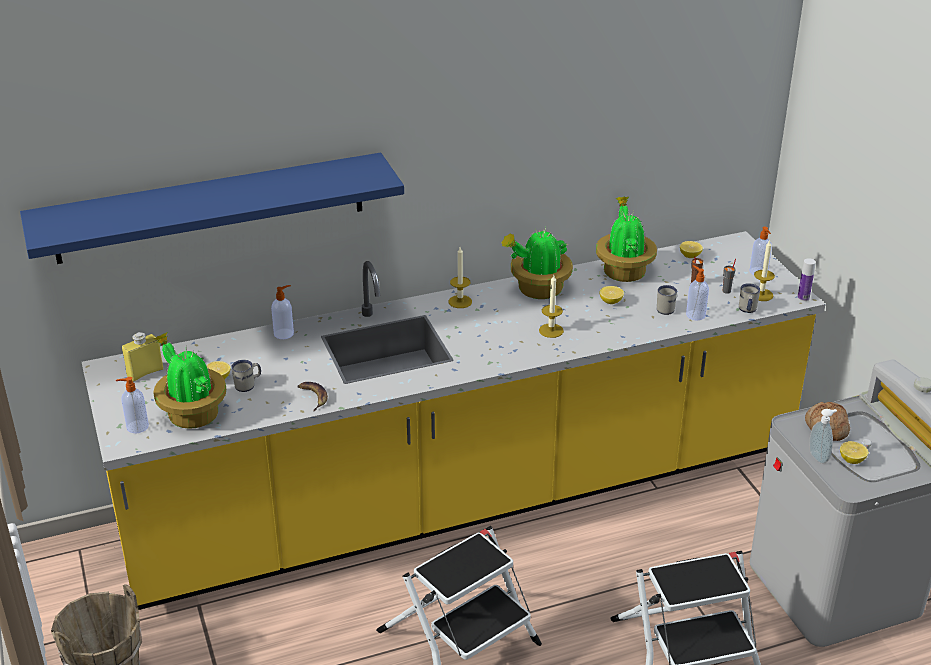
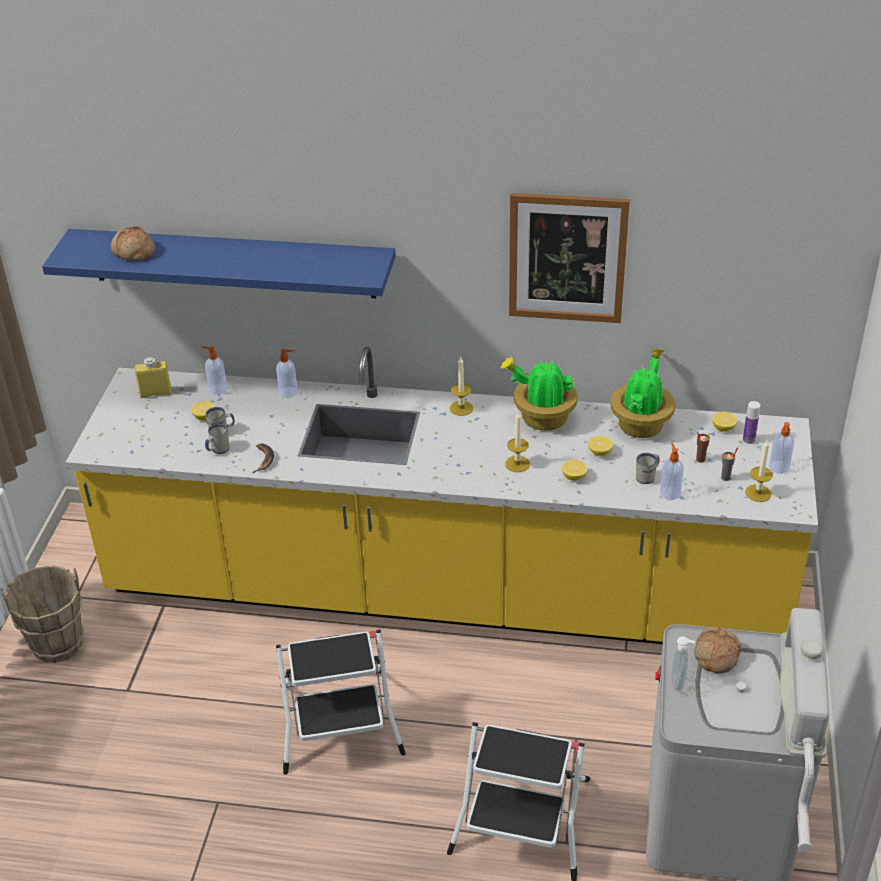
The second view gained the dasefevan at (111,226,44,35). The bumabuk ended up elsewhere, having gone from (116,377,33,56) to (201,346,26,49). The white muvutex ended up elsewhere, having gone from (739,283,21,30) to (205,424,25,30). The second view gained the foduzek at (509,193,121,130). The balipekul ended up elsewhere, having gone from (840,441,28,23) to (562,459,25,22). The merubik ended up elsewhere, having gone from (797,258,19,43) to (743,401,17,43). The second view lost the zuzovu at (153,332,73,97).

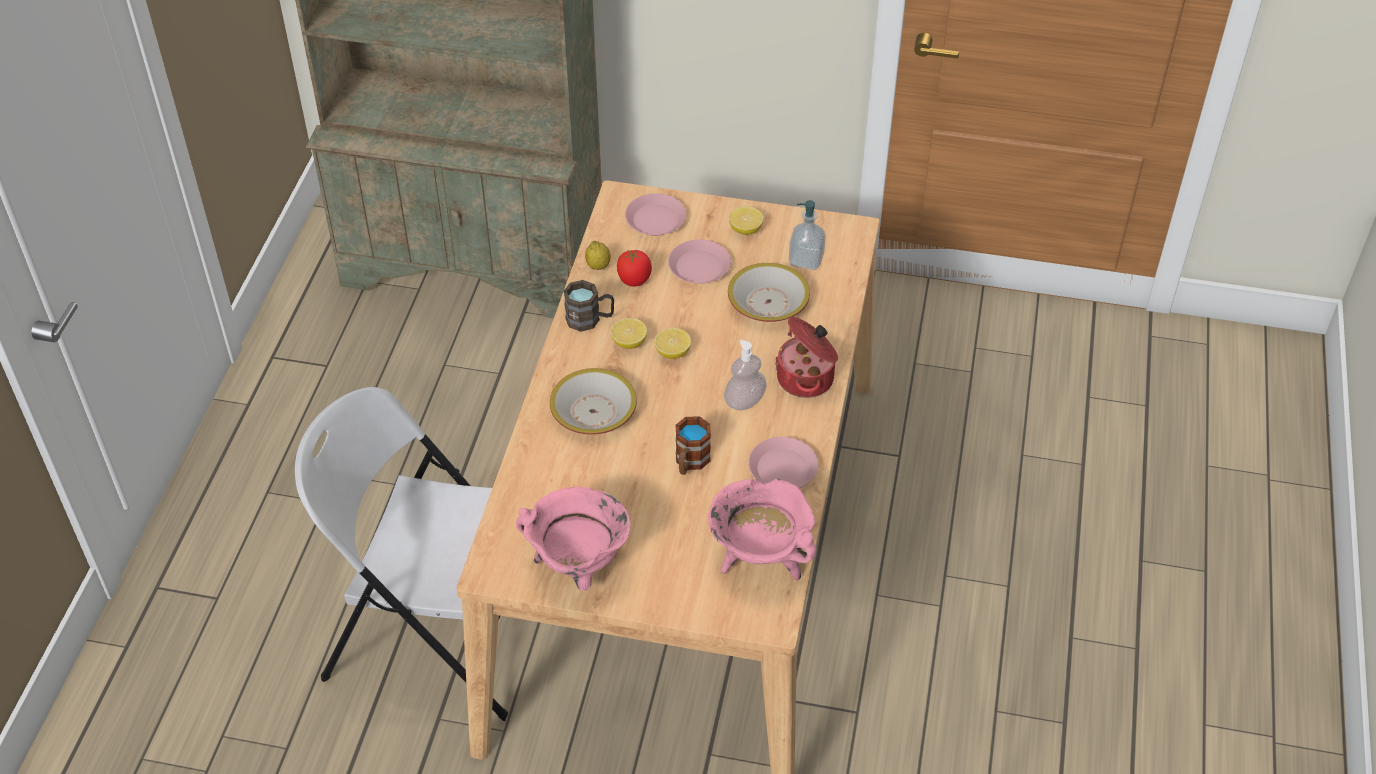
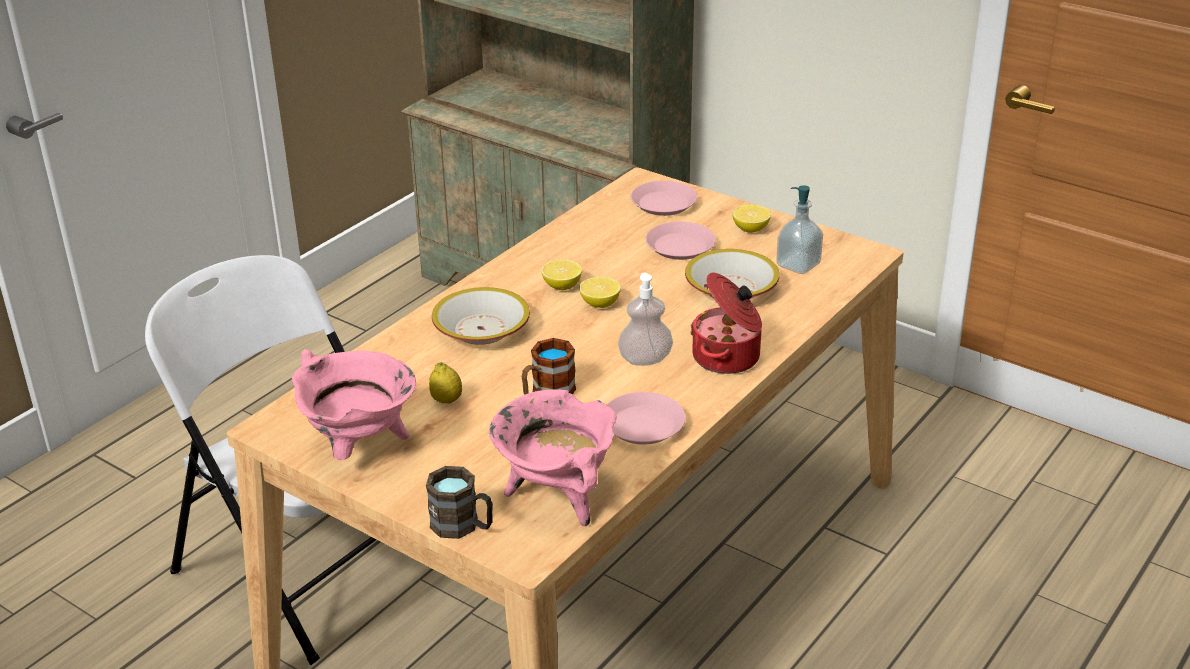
The brown muvutex ended up elsewhere, having gone from (563,280,51,52) to (426,466,67,73). The balipekul ended up elsewhere, having gone from (585,241,26,29) to (429,362,33,41). The second view lost the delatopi at (617,249,35,38).

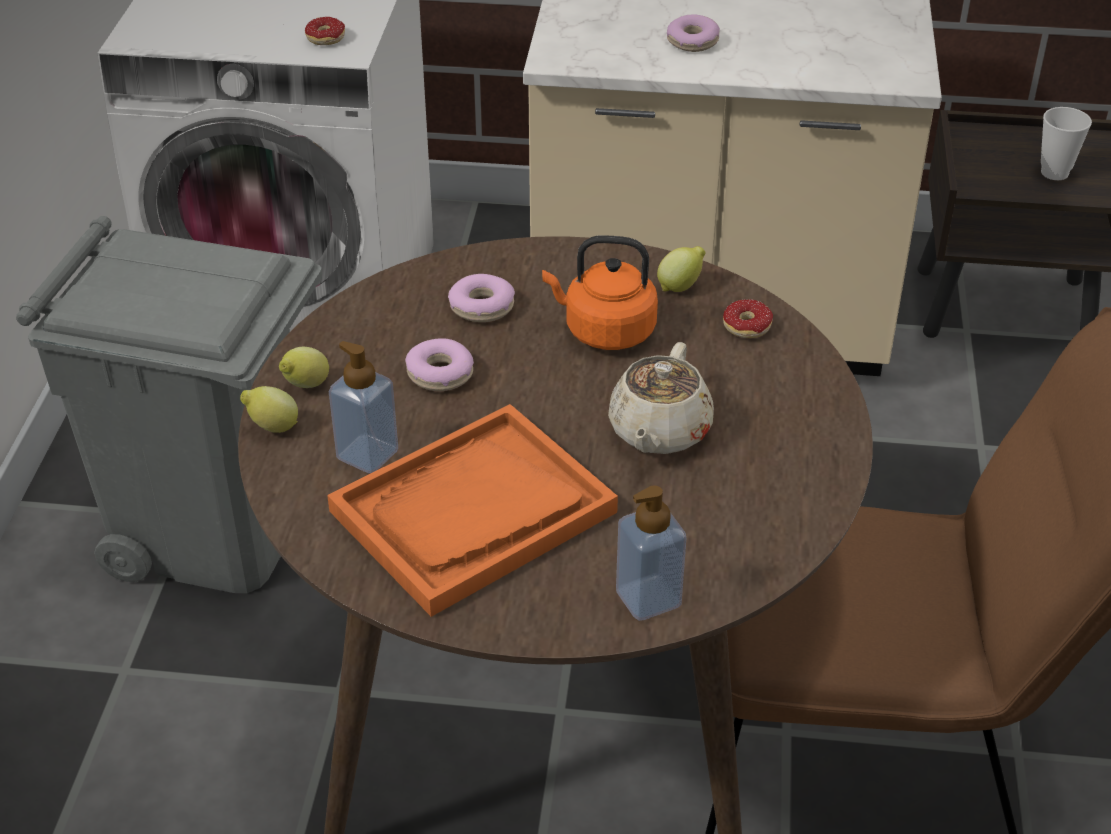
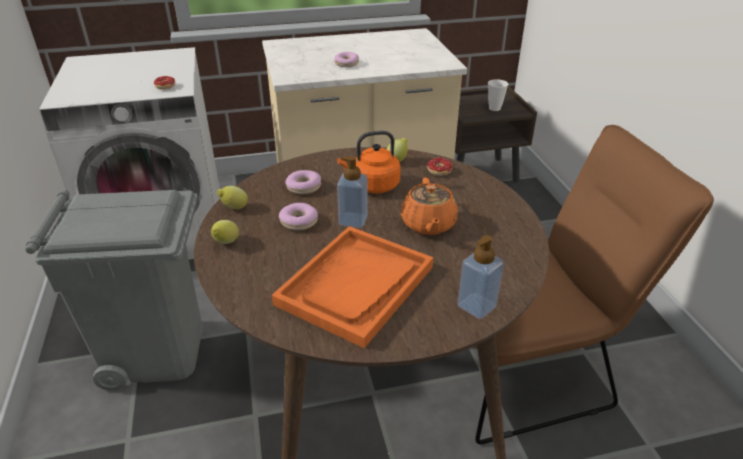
The balipekul ended up elsewhere, having gone from (240,386,58,47) to (217,186,31,23). The bumabuk ended up elsewhere, having gone from (329,341,69,133) to (337,156,31,72). What was the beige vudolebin at (608,342,106,112) turned into the orange vudolebin at (401,178,57,57).

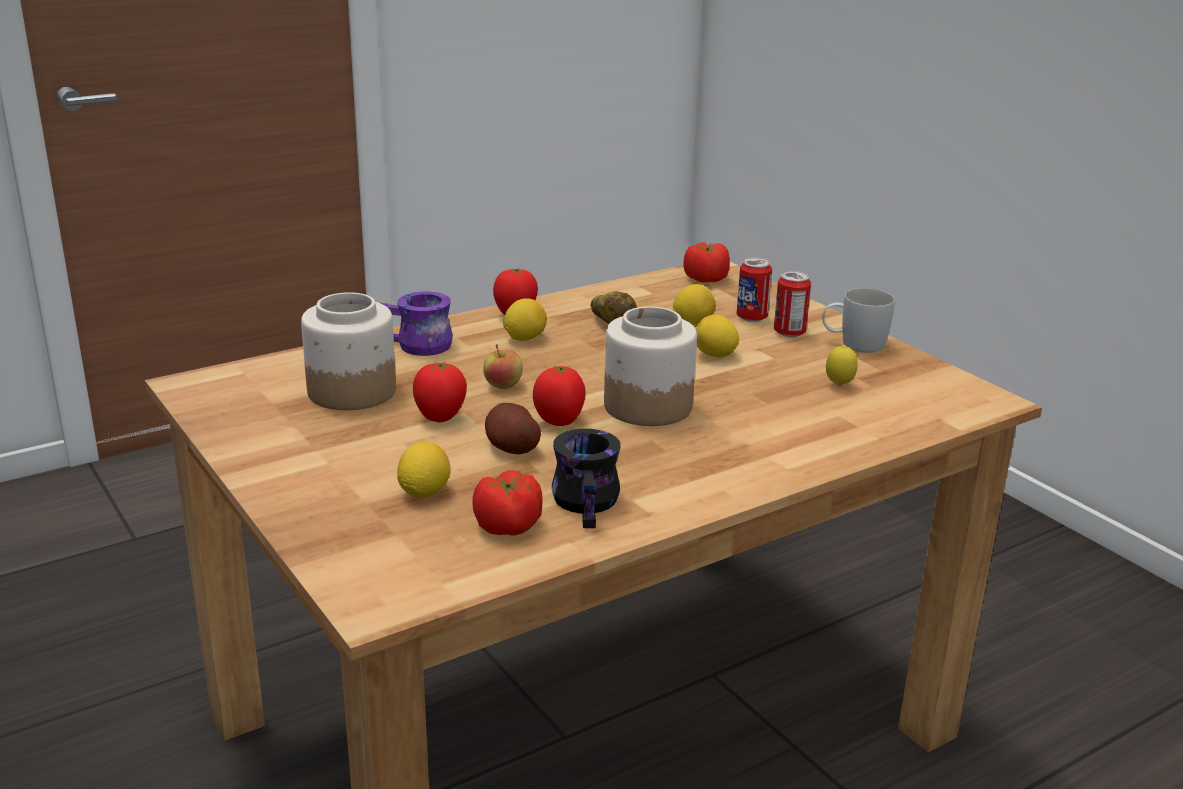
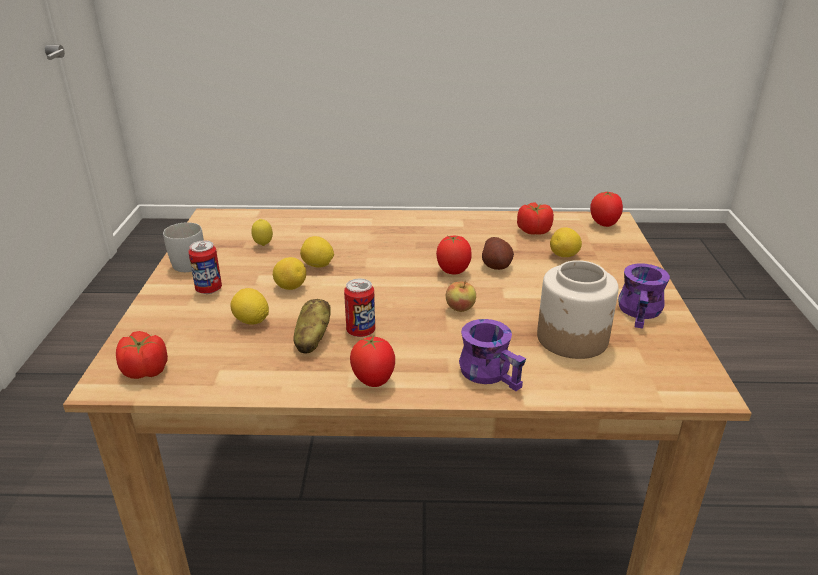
The balipekul ended up elsewhere, having gone from (503,298,44,43) to (300,236,34,32). The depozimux ended up elsewhere, having gone from (737,257,35,65) to (344,279,31,58). The delatopi ended up elsewhere, having gone from (413,362,54,60) to (590,192,33,35). The second view gained the purple muvutex at (618,263,52,66). The second view lost the black muvutex at (552,429,69,99). The second view lost the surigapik at (604,306,93,120).

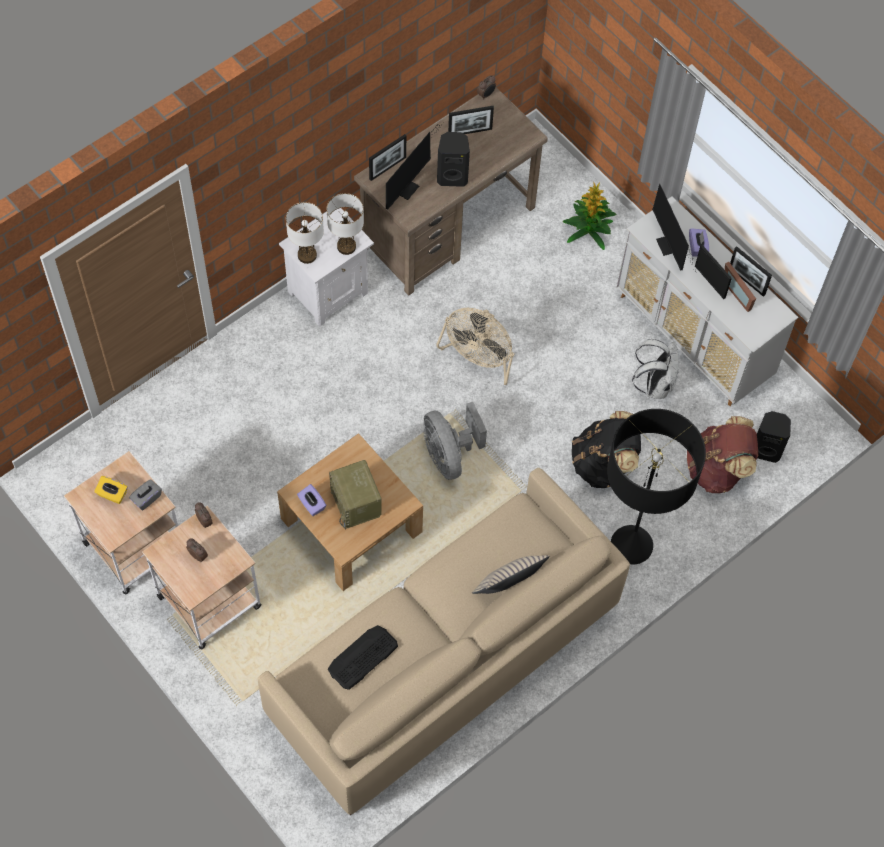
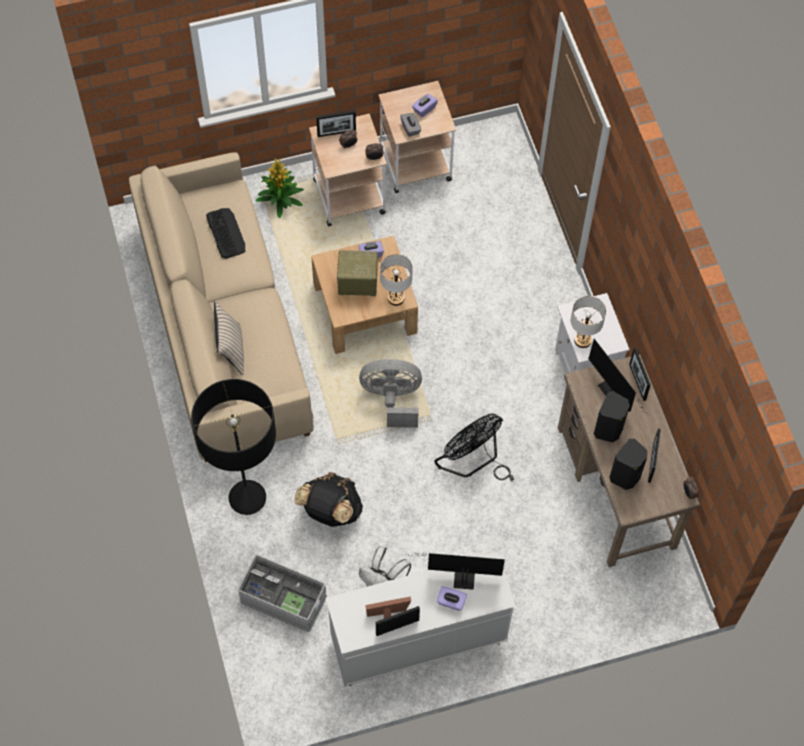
Where the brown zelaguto stood at (687,416,71,77), the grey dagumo came to stand at (238,555,89,77). The zuzovu ended up elsewhere, having gone from (563,182,54,68) to (255,158,49,61). The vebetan ended up elsewhere, having gone from (695,245,37,54) to (316,111,40,26). The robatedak ended up elsewhere, having gone from (286,202,38,62) to (380,254,33,52). What was the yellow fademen at (94,476,34,28) turned into the purple fademen at (412,94,26,23). What was the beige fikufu at (436,308,79,77) turned into the black fikufu at (434,414,80,67). The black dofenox ended up elsewhere, having gone from (757,411,34,52) to (610,439,37,51).

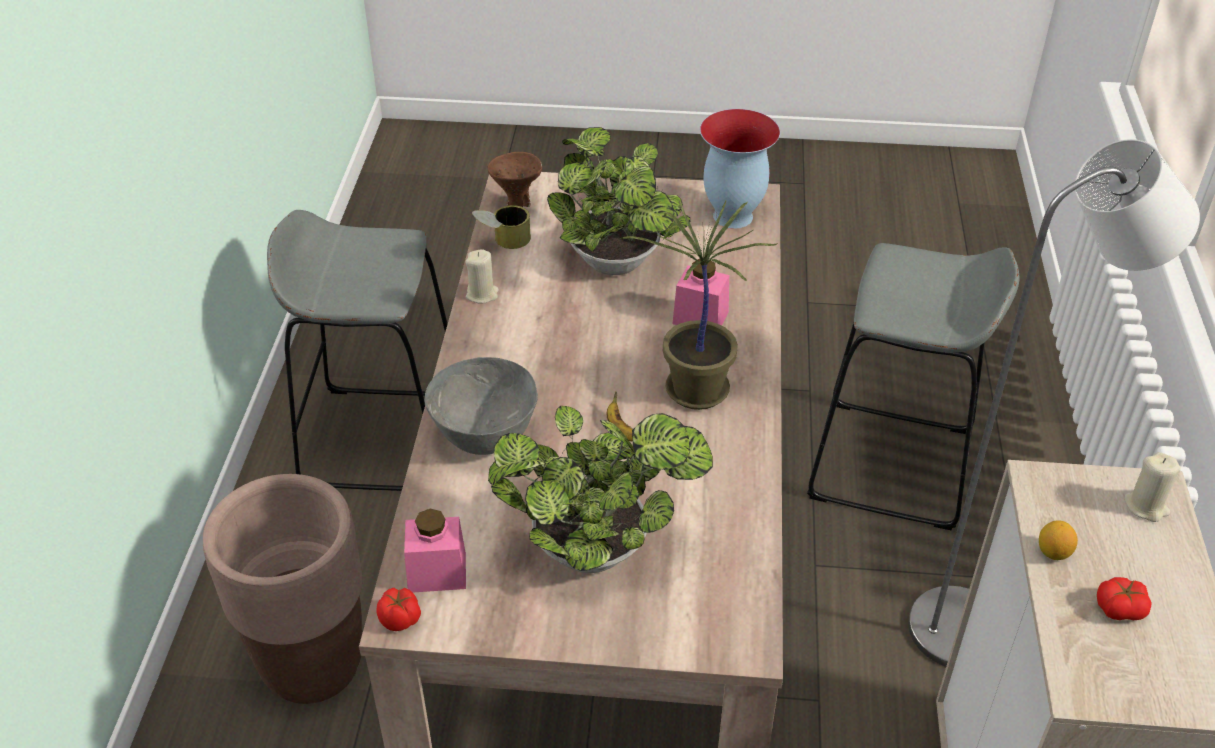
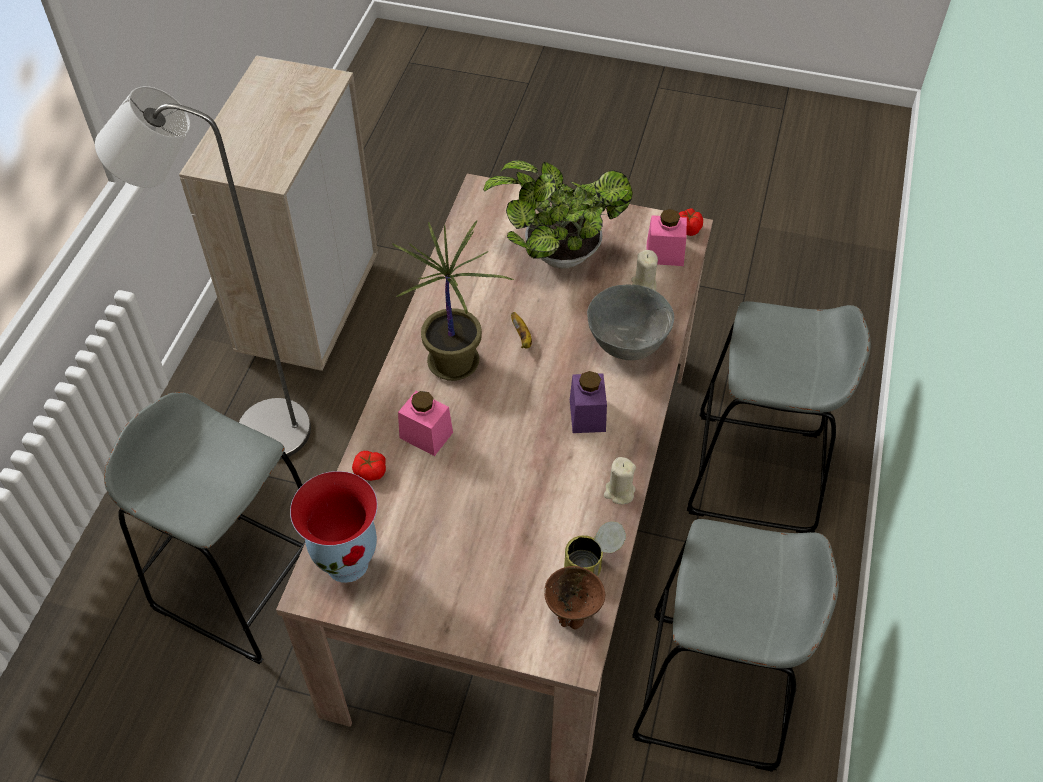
The delatopi ended up elsewhere, having gone from (1097,577,55,43) to (352,451,34,30). The second view gained the purple surigapik at (570,371,37,62). The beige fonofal ended up elsewhere, having gone from (1124,452,57,70) to (631,250,27,41). Where the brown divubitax stood at (203,474,159,230), the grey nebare came to stand at (687,301,184,232). The second view lost the zuzovu at (547,127,144,148). The second view lost the balipekul at (1039,520,39,40).

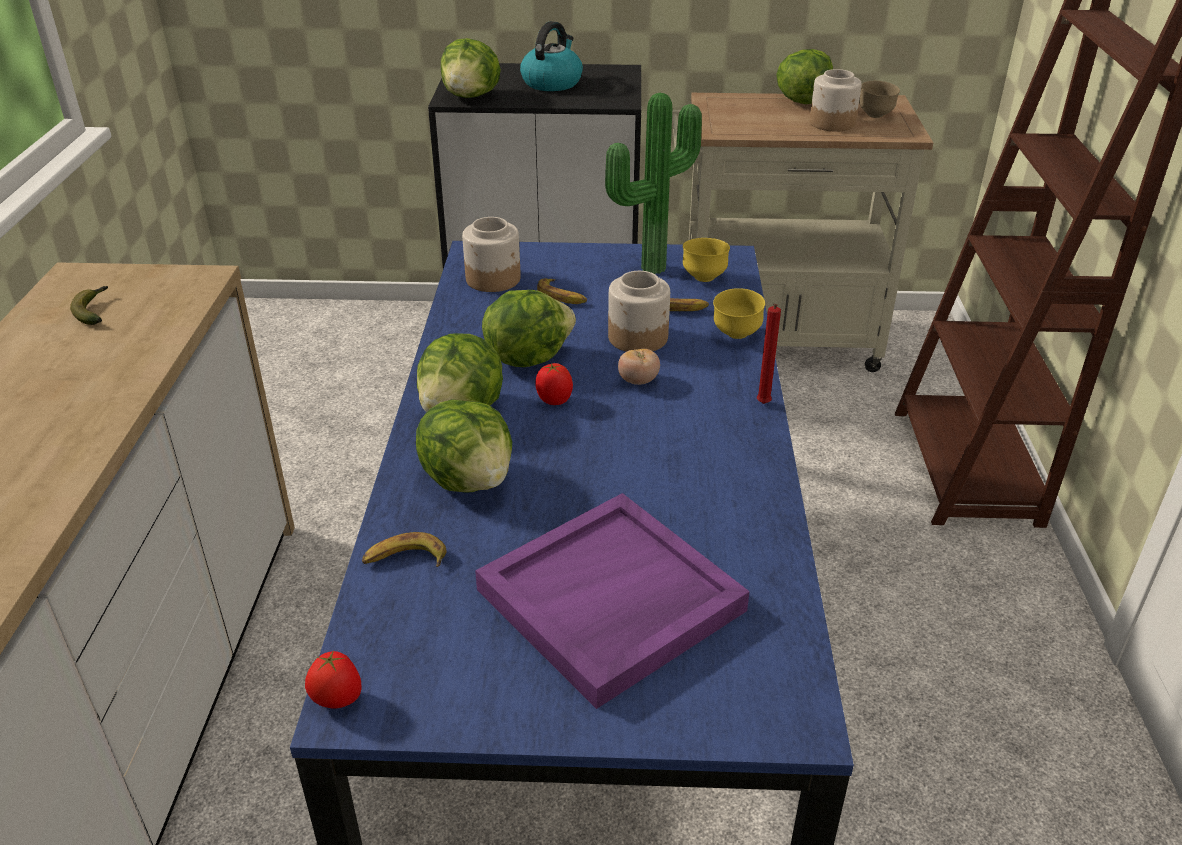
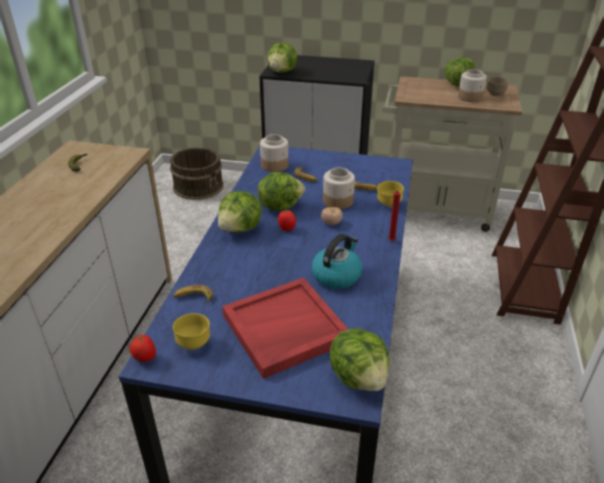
The second view gained the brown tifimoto at (170,147,54,53). The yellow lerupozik ended up elsewhere, having gone from (683,238,47,44) to (173,313,37,37). What was the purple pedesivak at (475,493,275,216) turned into the red pedesivak at (222,278,127,101). The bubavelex ended up elsewhere, having gone from (520,21,63,70) to (312,234,50,55). The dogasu ended up elsewhere, having gone from (416,399,96,94) to (330,328,60,63). The second view lost the zuzovu at (605,93,97,181).

